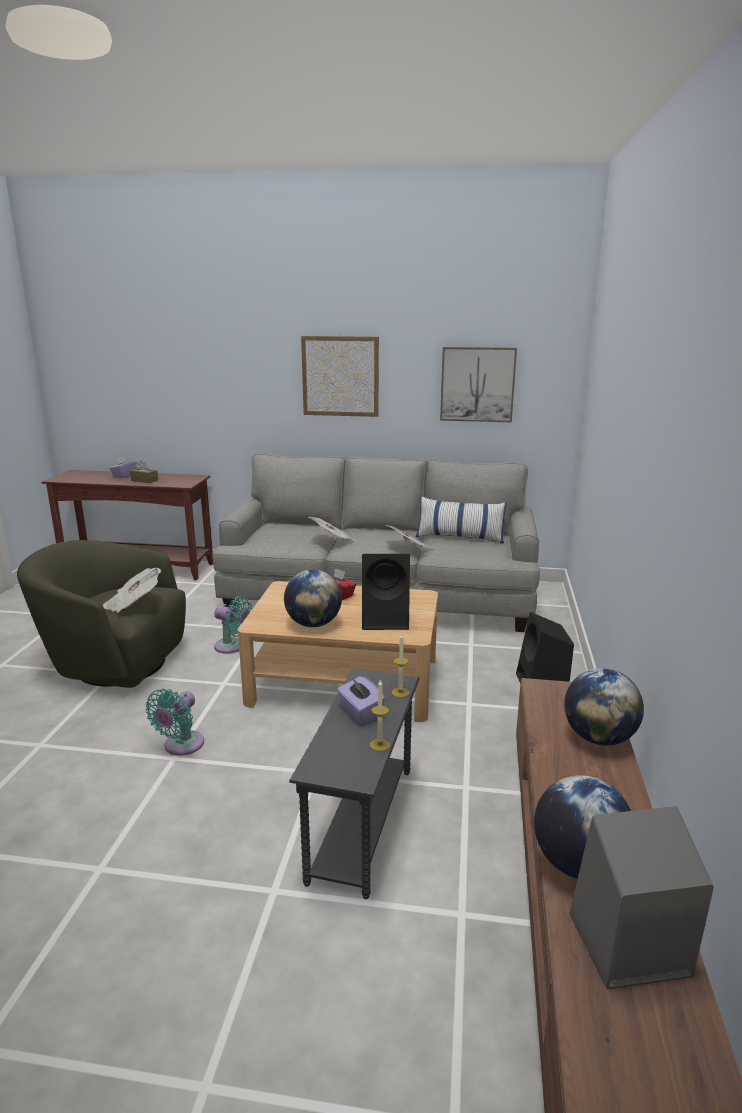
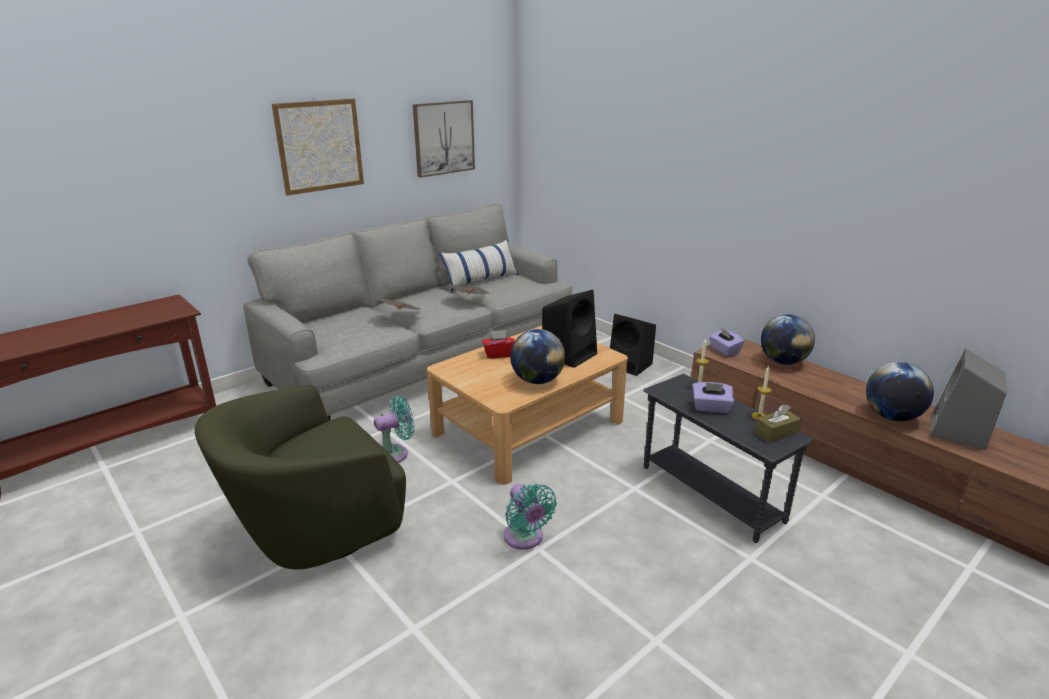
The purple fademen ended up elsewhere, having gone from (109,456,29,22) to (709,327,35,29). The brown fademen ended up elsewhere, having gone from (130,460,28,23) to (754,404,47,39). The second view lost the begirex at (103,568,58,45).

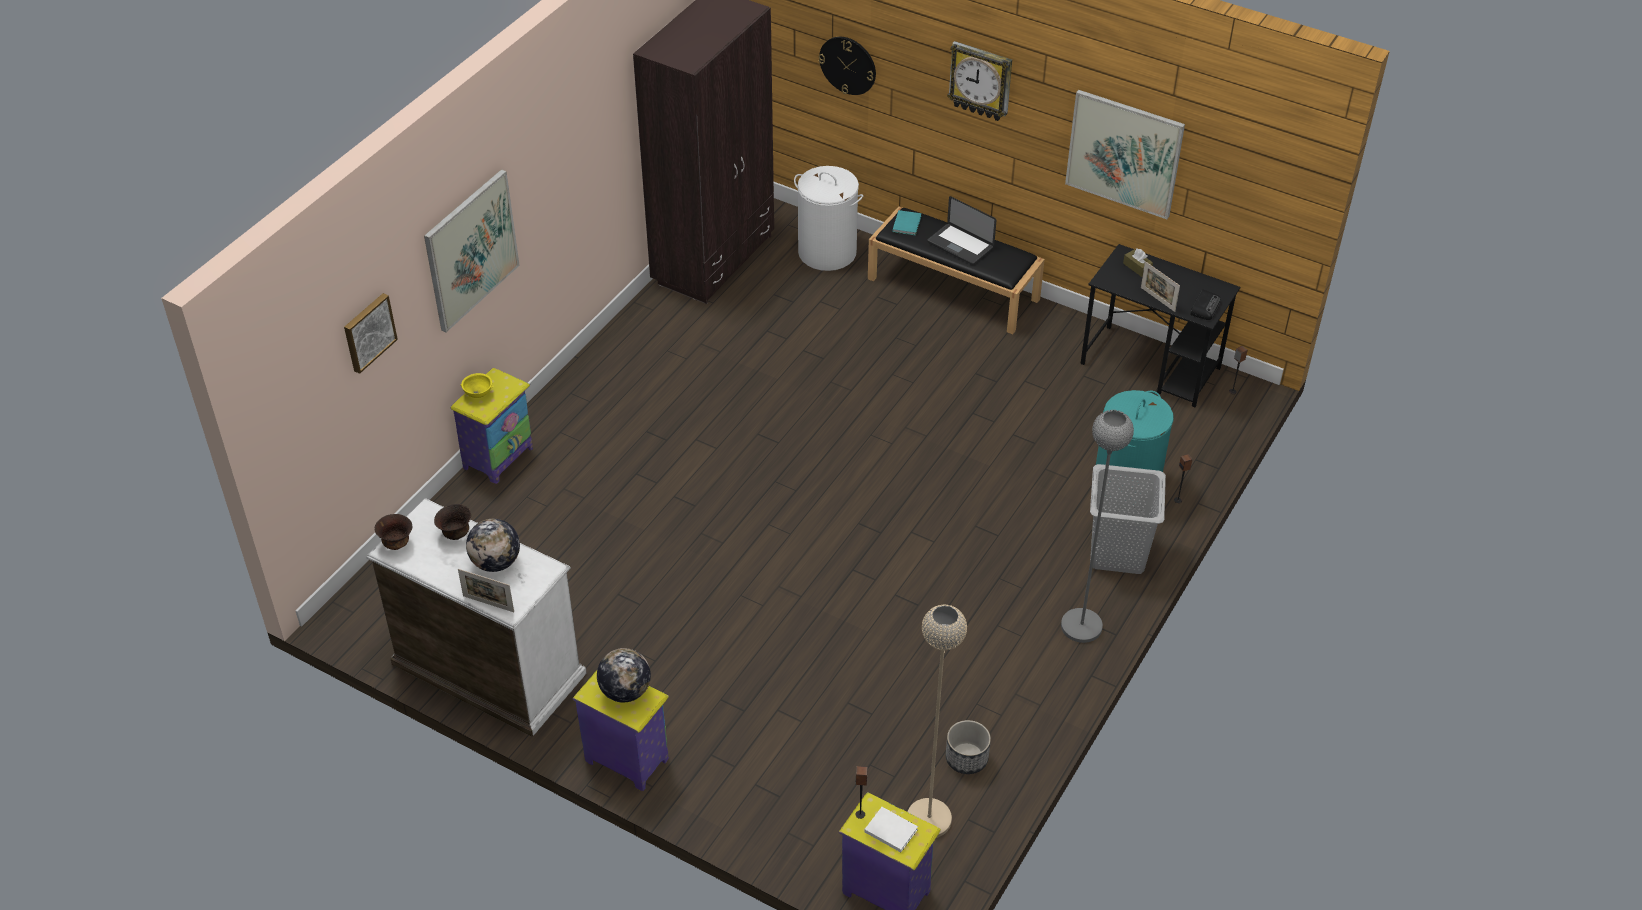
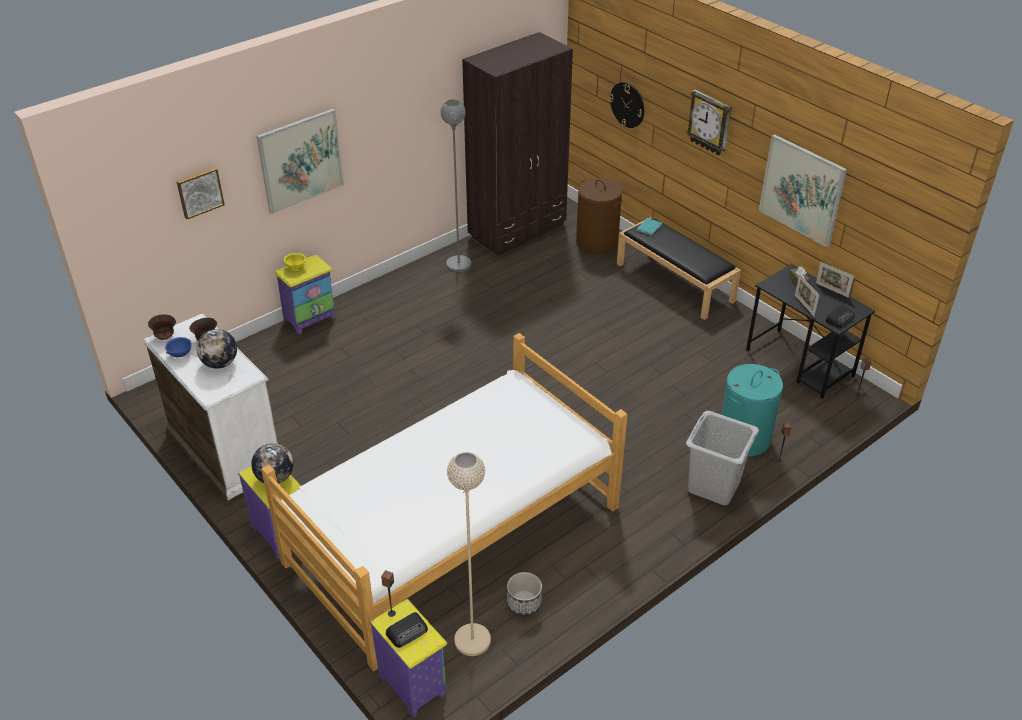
The second view gained the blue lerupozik at (165,337,27,20). The second view gained the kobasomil at (261,333,367,338). Where the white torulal stood at (864,807,54,45), the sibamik came to stand at (386,612,42,36). The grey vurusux ended up elsewhere, having gone from (1061,410,73,233) to (441,100,30,172). What was the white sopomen at (794,166,69,105) turned into the brown sopomen at (576,178,47,76). The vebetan ended up elsewhere, having gone from (458,569,56,43) to (816,262,38,36). The second view lost the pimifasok at (927,196,70,69).

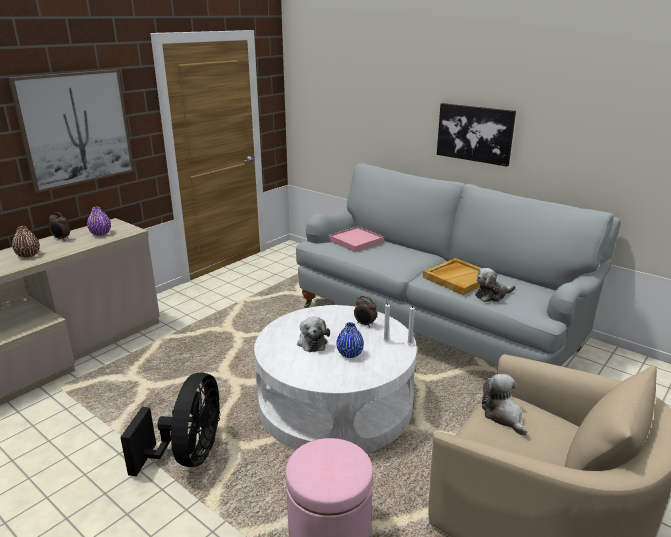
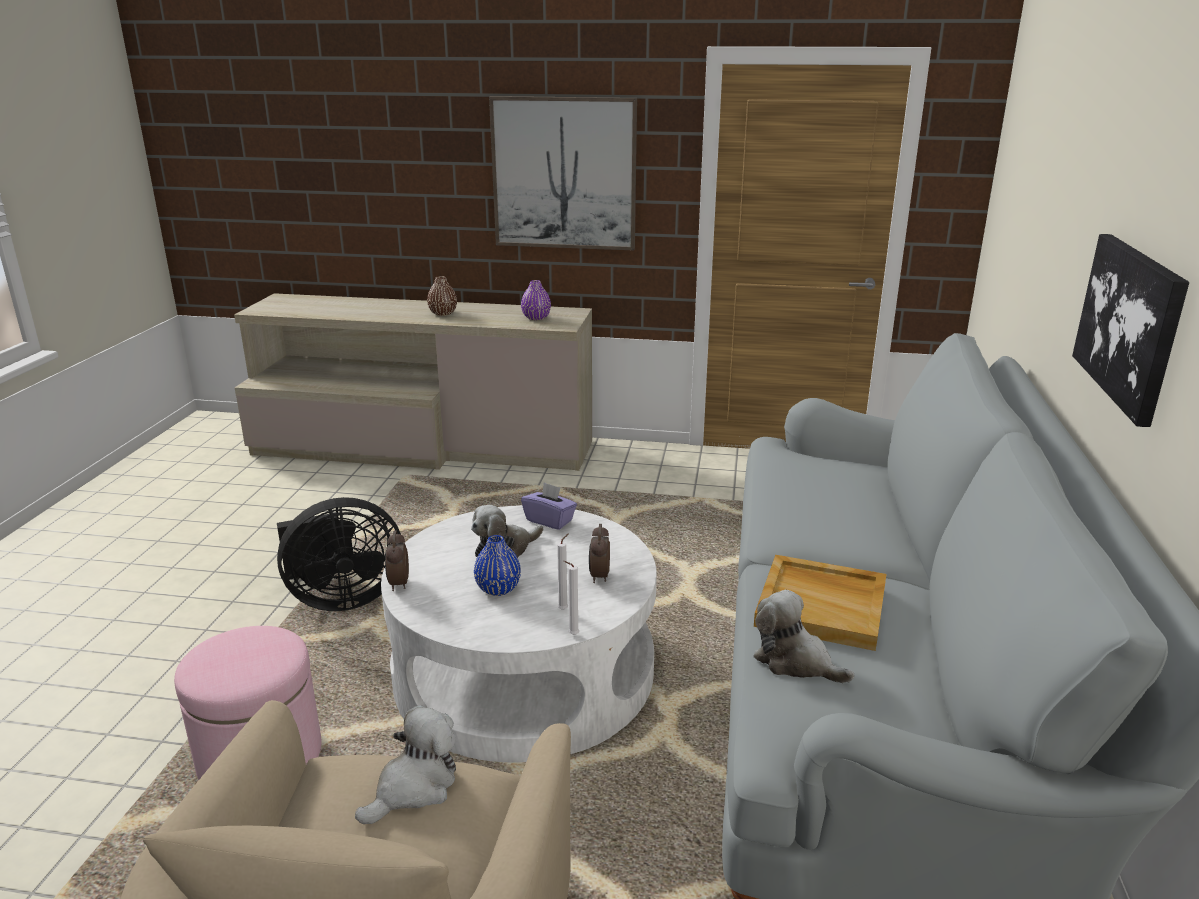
The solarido ended up elsewhere, having gone from (49,212,21,29) to (385,530,24,61). The second view gained the purple fademen at (521,483,56,47). The second view lost the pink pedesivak at (329,226,55,26).

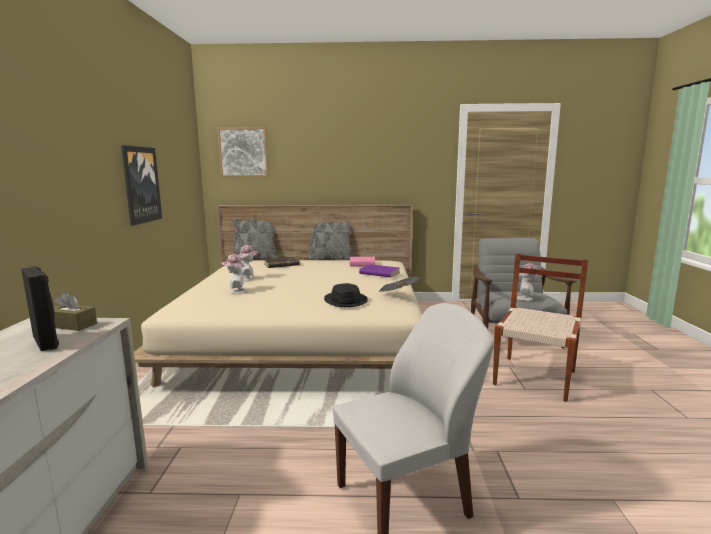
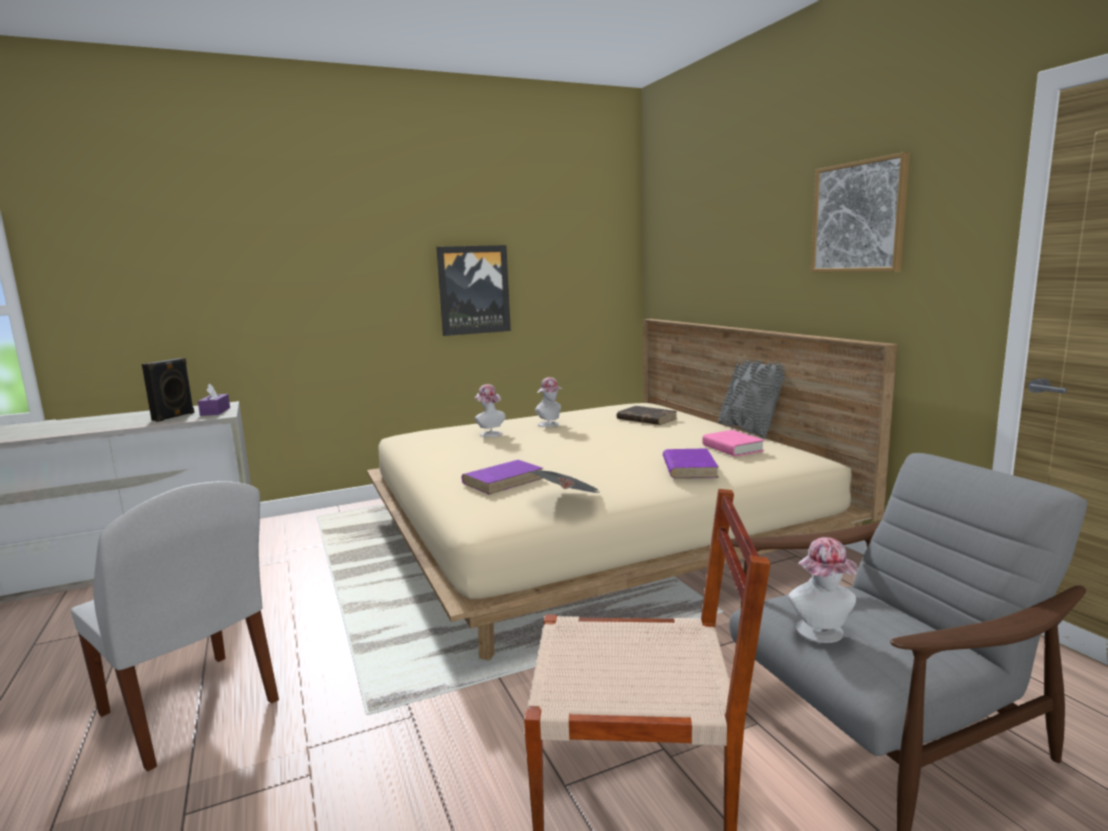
What was the brown fademen at (54,292,43,39) turned into the purple fademen at (198,384,32,32). Where the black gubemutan stood at (324,283,44,24), the purple torulal came to stand at (462,460,81,34). The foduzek ended up elsewhere, having gone from (218,127,51,50) to (811,152,99,120). The second view lost the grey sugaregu at (232,218,45,42).

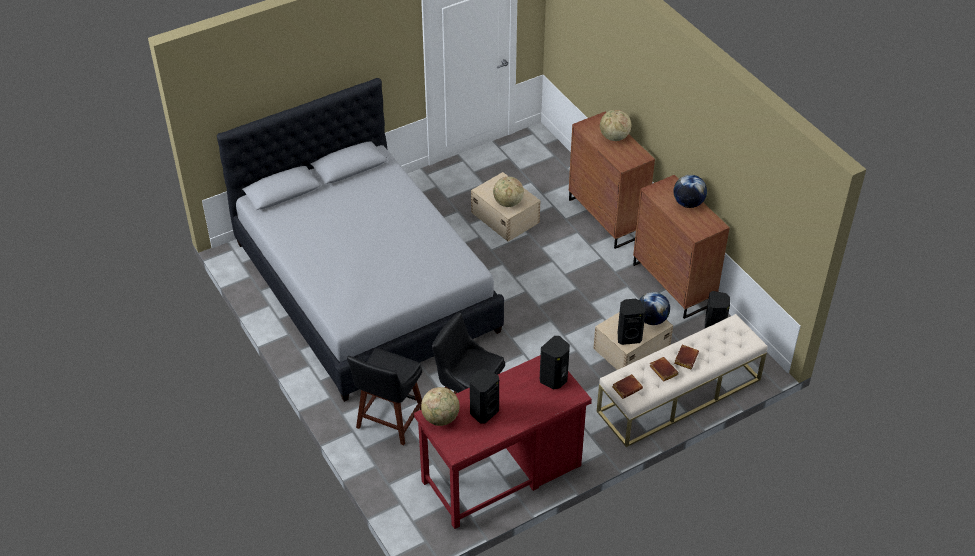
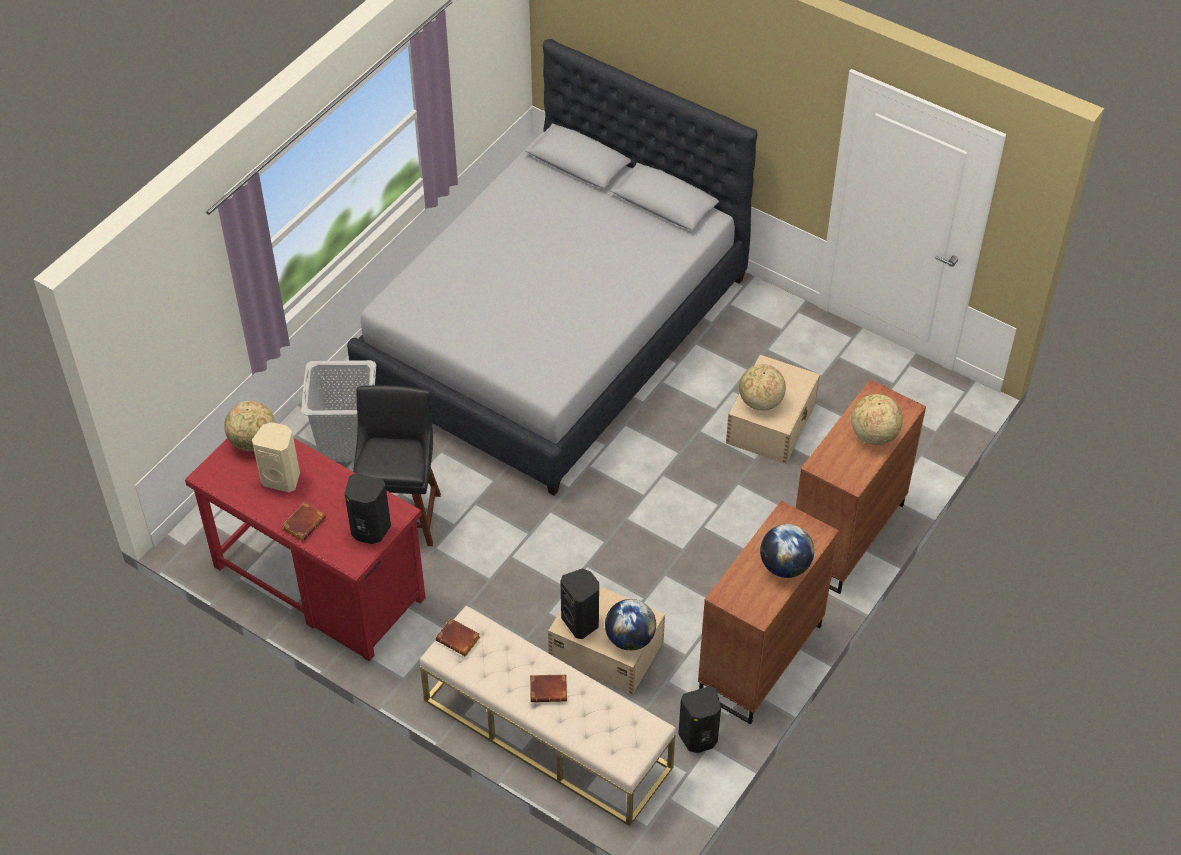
What was the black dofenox at (470,369,29,55) turned into the beige dofenox at (252,422,48,70). The brown torulal ended up elsewhere, having gone from (650,357,29,24) to (282,502,44,40). Where the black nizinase stood at (347,348,75,97), the grey sopomen came to stand at (301,360,75,102).

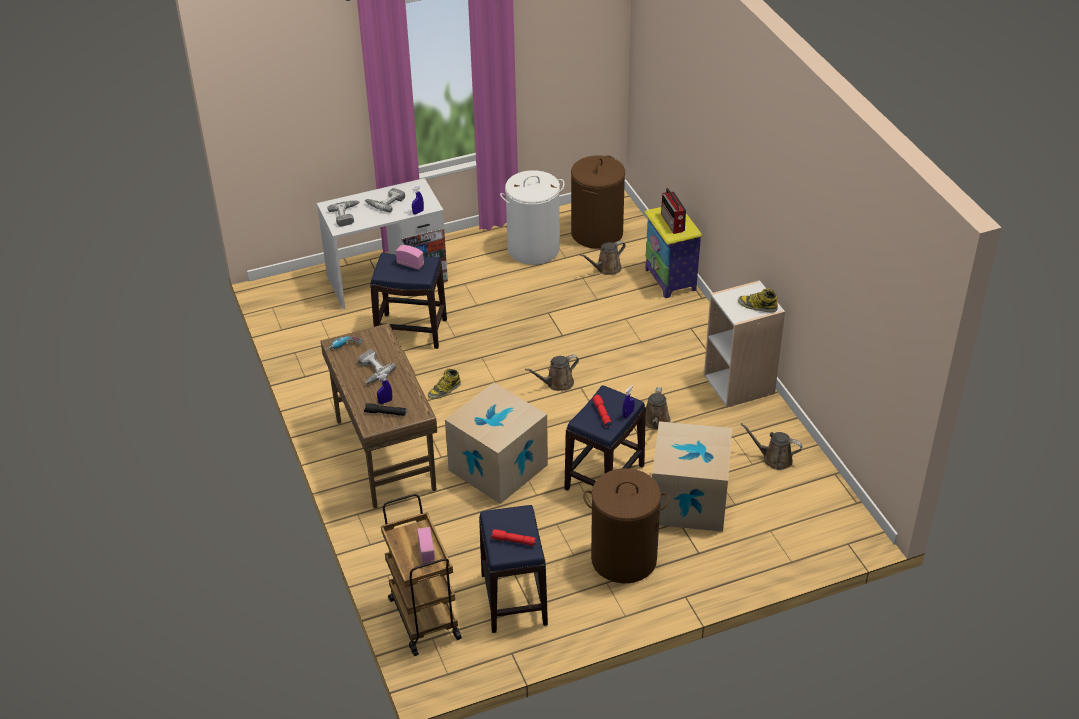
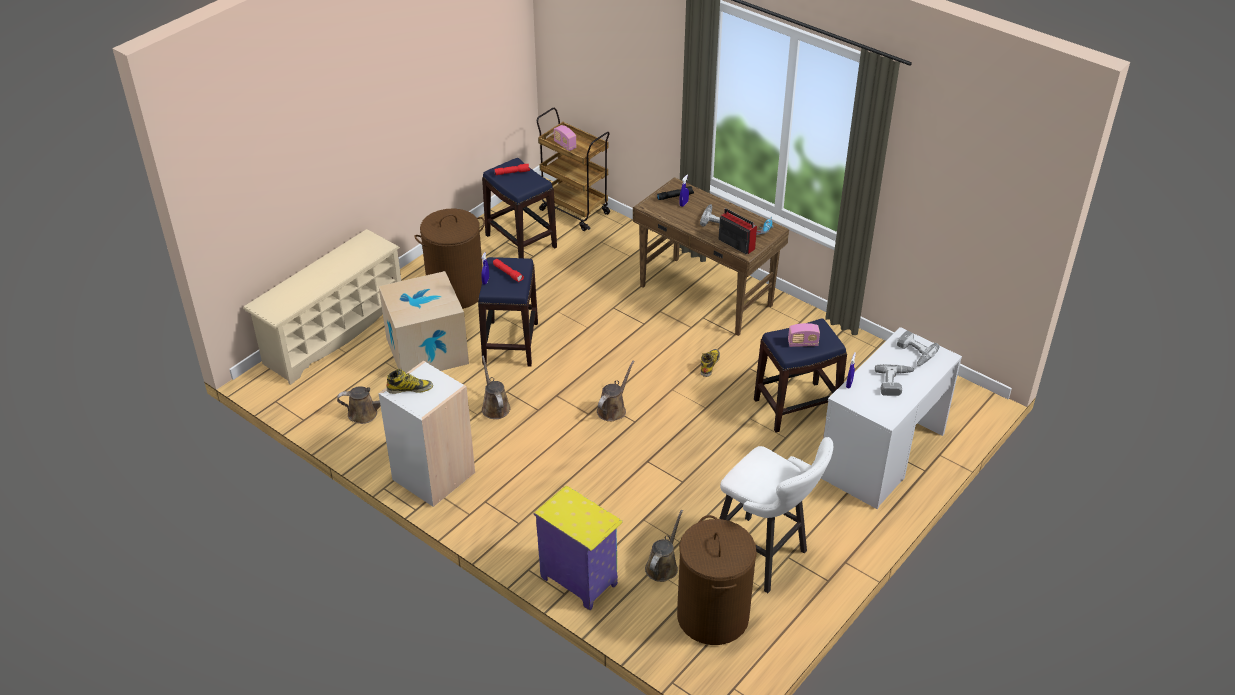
The second view gained the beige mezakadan at (243,229,158,156). The sibamik ended up elsewhere, having gone from (661,188,25,46) to (718,208,39,46). Where the white sopomen stood at (500,170,65,95), the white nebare came to stand at (719,437,114,156). The second view lost the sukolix at (445,383,103,121).

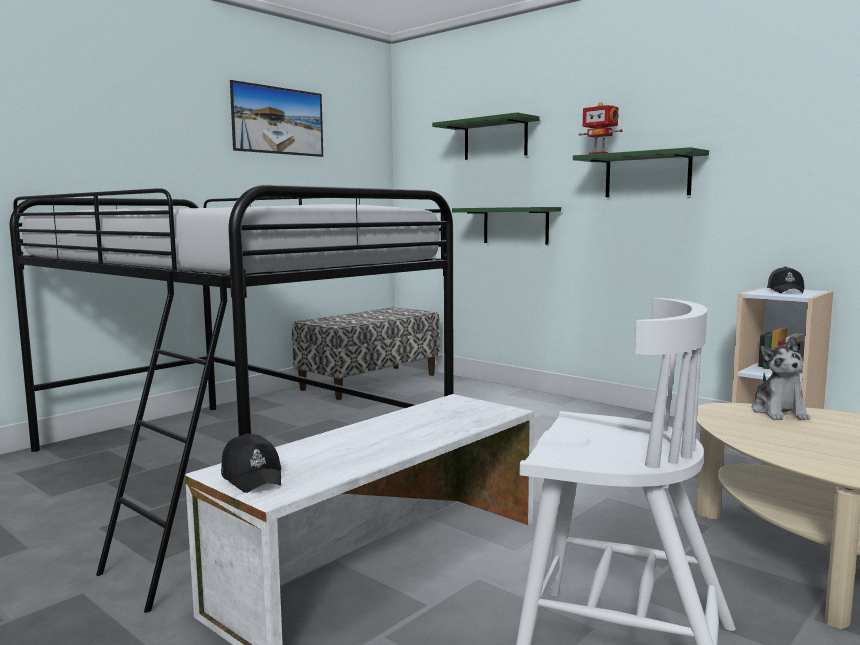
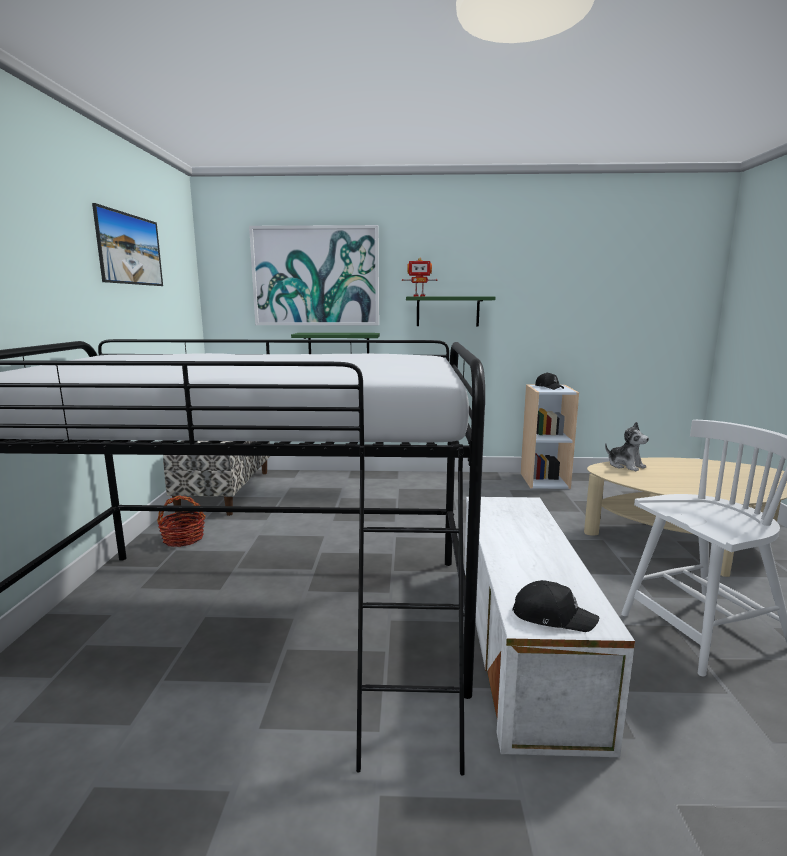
The second view gained the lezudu at (157,495,49,52). Where the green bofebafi hung at (432,112,108,48), the foduzek came to hang at (249,225,130,100).

